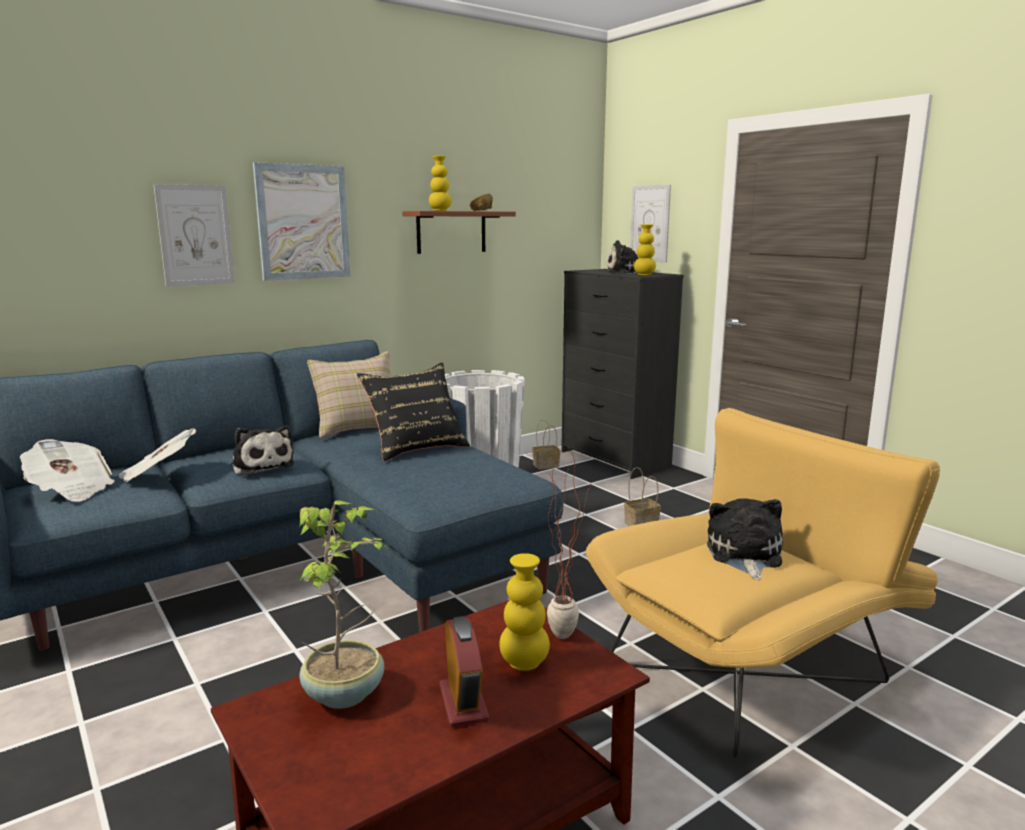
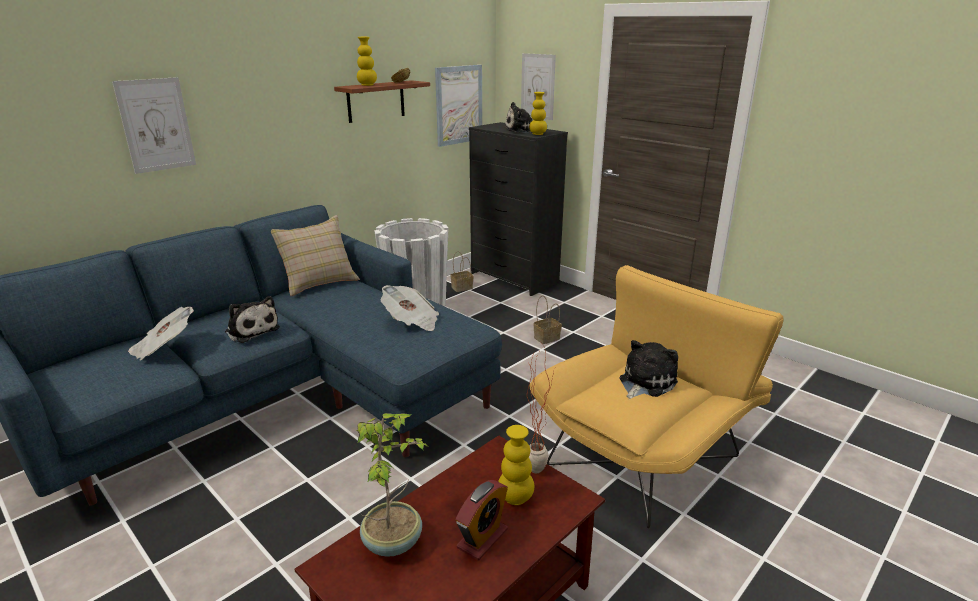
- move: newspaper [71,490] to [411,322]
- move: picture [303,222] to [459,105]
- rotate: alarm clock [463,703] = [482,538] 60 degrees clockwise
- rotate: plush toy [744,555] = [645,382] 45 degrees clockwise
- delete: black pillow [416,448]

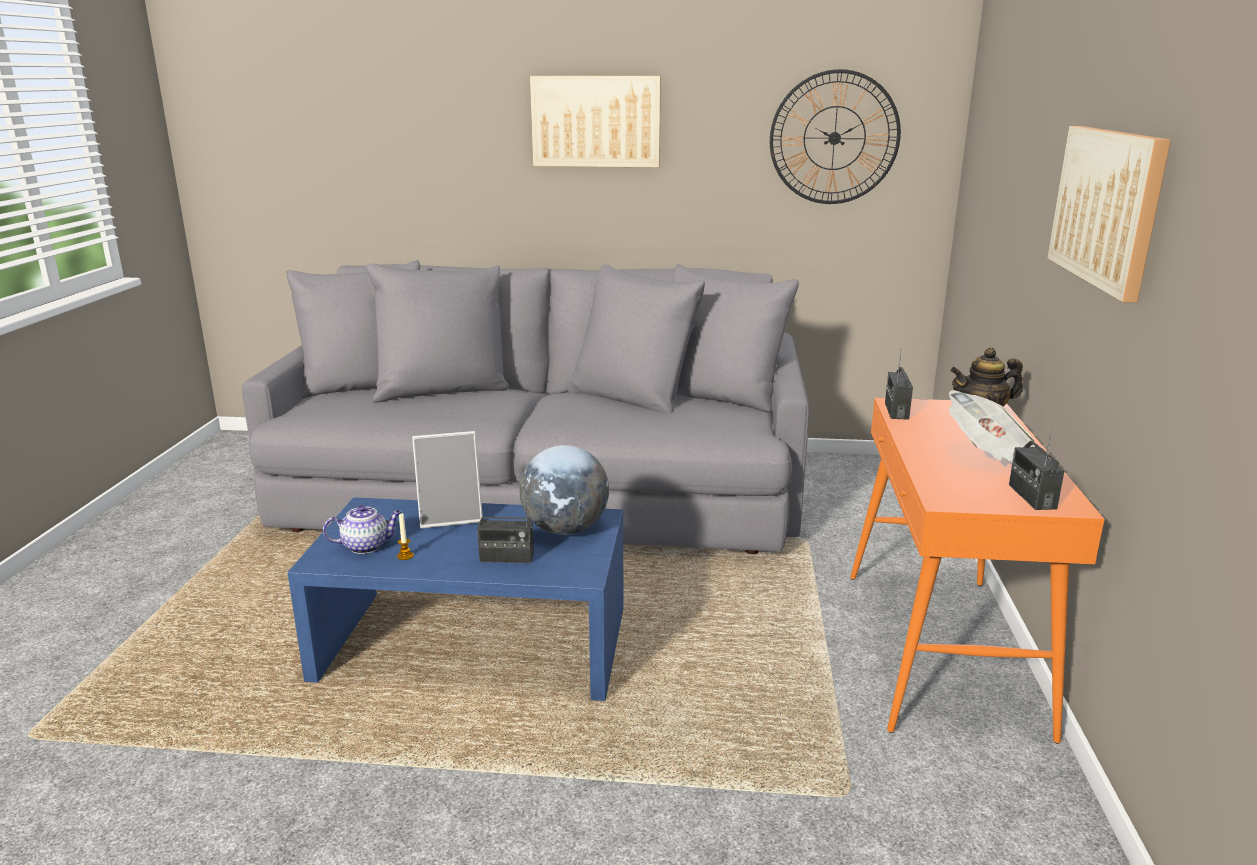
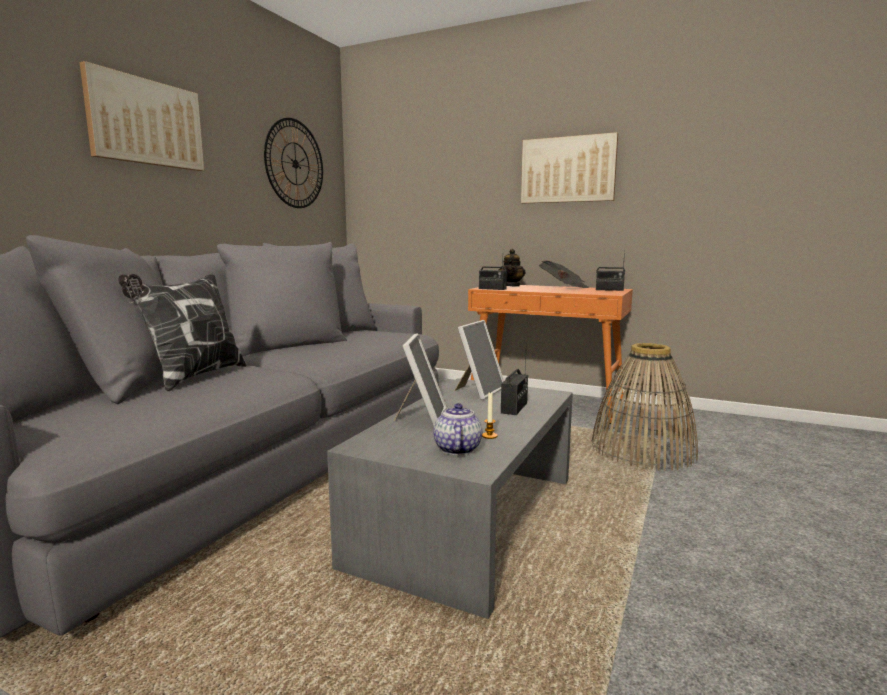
- insert: pillow [194,377]
- recolor: blue coffee table [474,643] to grey coffee table [467,519]
- replace: globe [565,529] to picture frame [479,391]
- insert: basket [643,449]

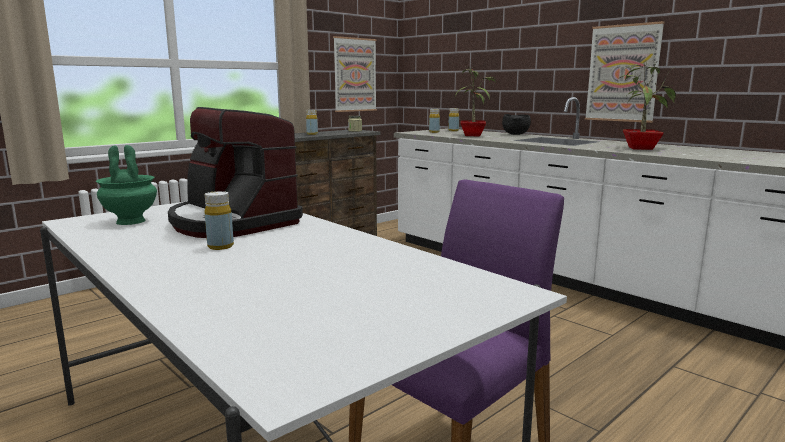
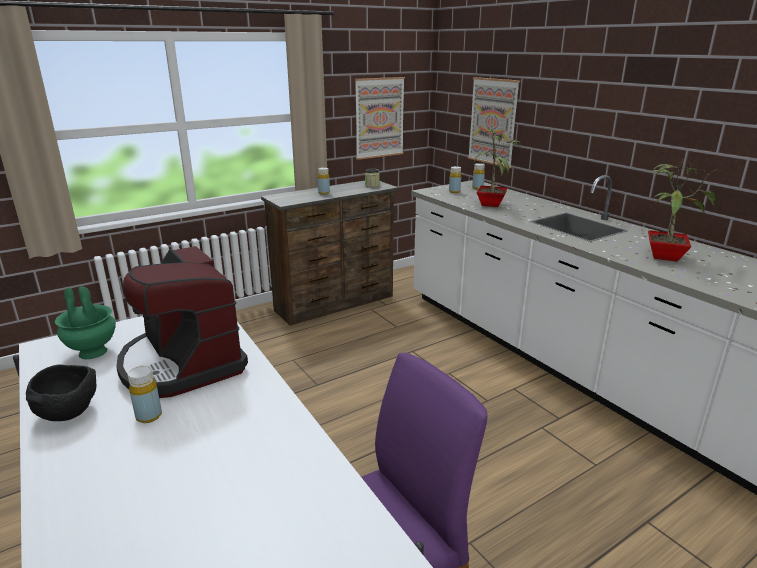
- move: black bowl [515,134] to [69,412]
- move: picture [623,73] to [493,122]

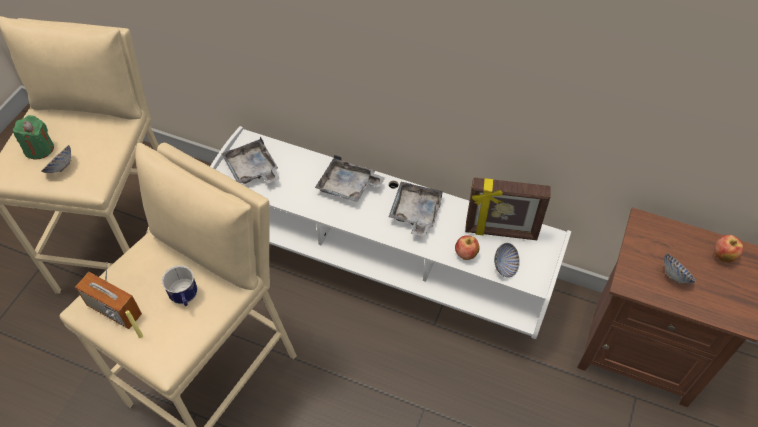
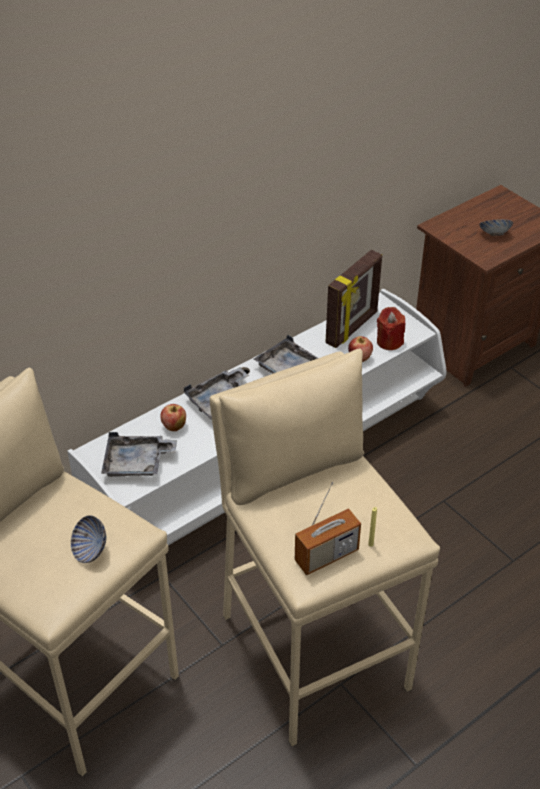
- move: apple [723,256] to [174,427]
- replace: bowl [505,267] to red candle [389,341]
- delete: green candle [39,149]
- delete: mug [185,298]

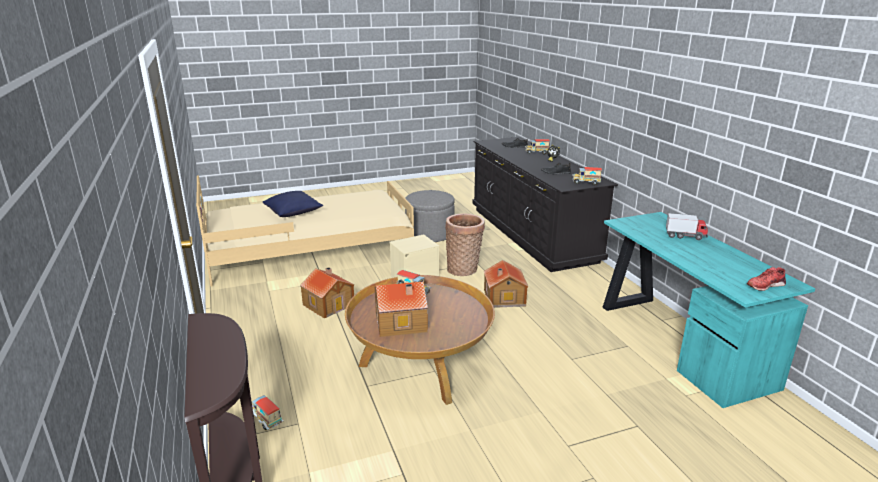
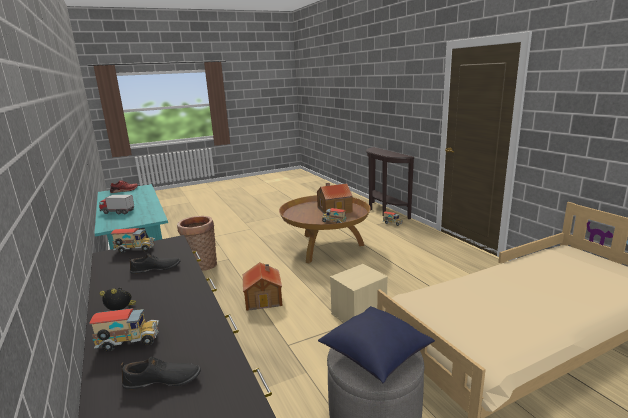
- move: basket [464,269] to [201,265]
- move: blue pillow [293,213] to [375,355]
- delete: toy house [329,304]

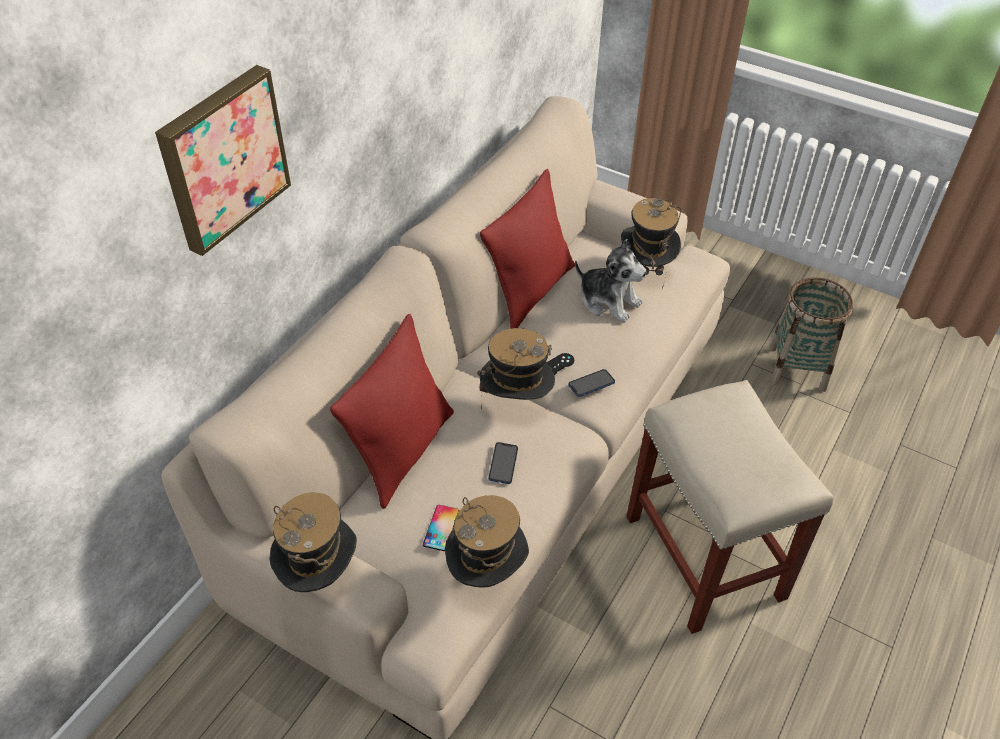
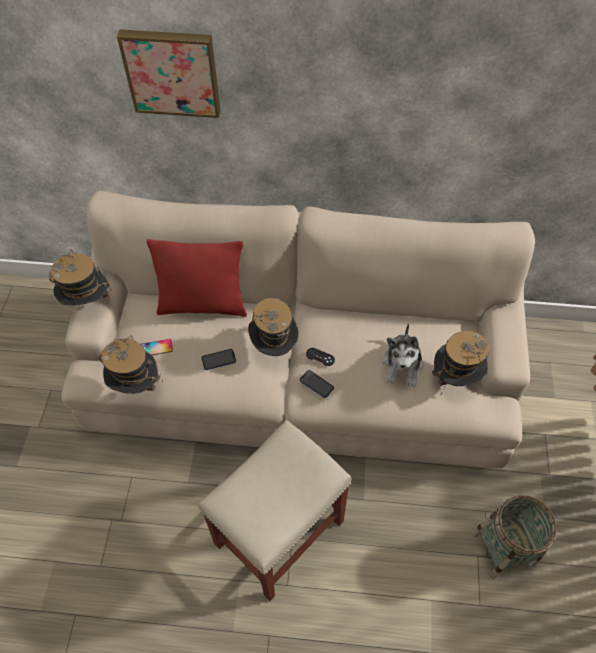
- delete: red pillow [530,292]

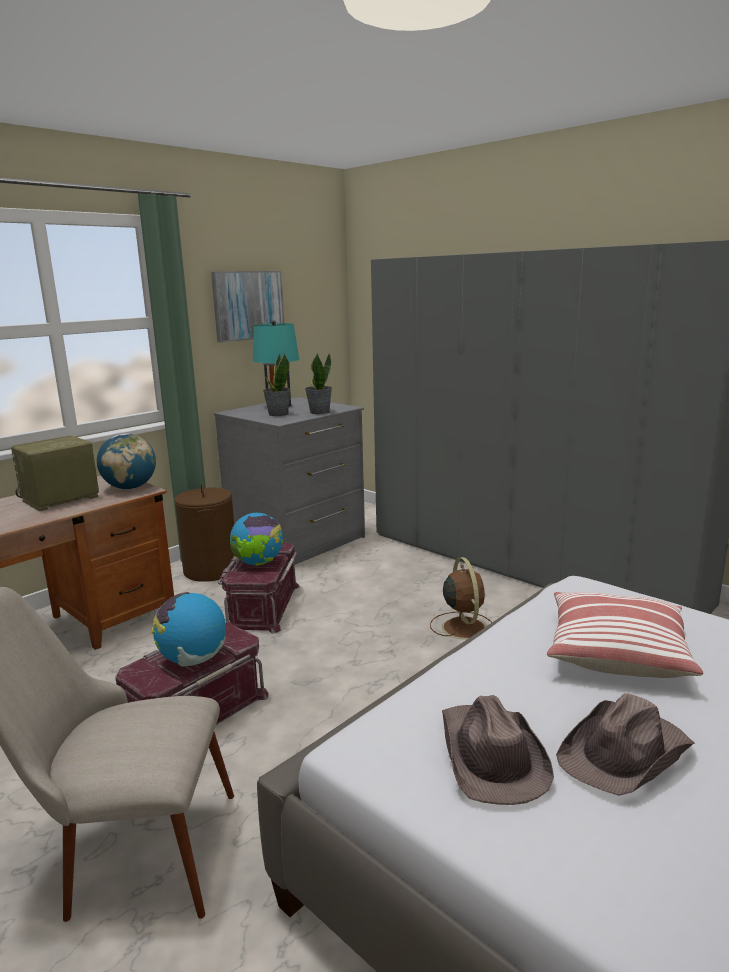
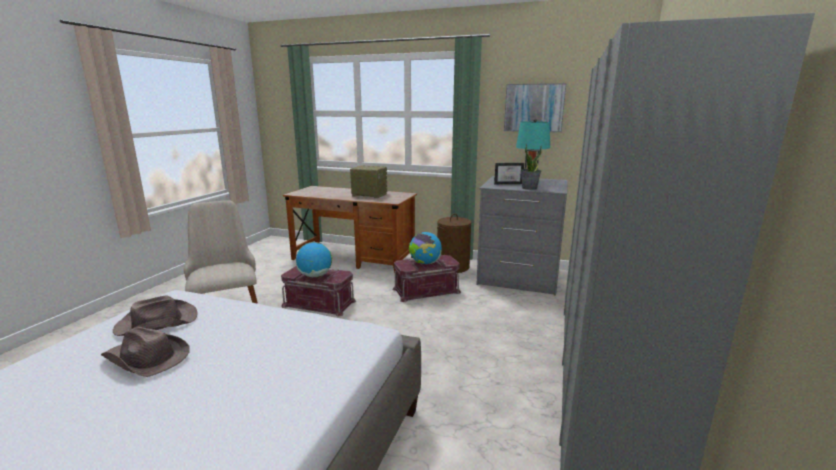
- replace: potted plant [278,414] to picture frame [508,183]
- delete: globe [130,488]
- delete: brown fan [463,627]
- delete: pillow [616,652]

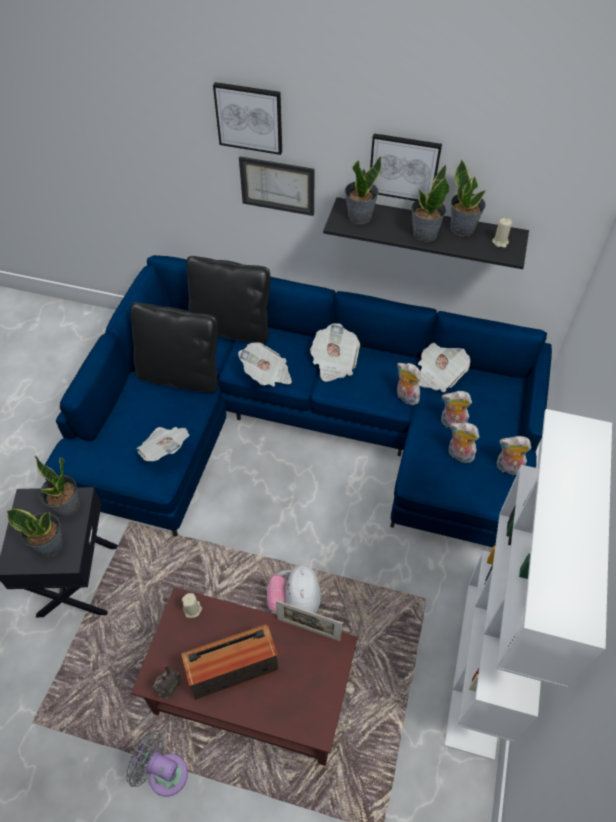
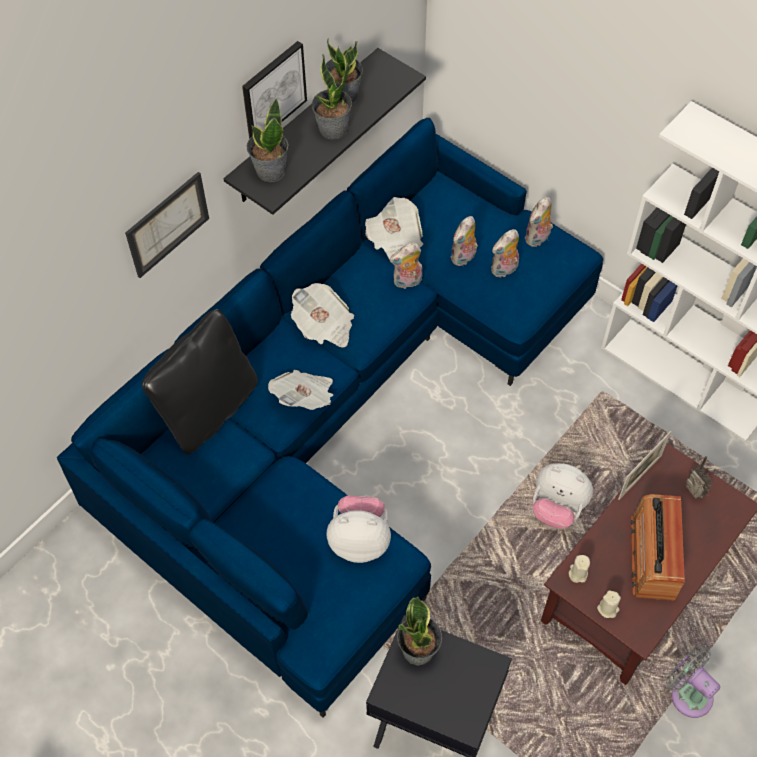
- replace: newspaper [165,450] to plush toy [360,540]
- move: beige candle [500,242] to [608,609]
- rotate: grey fan [164,772] = [688,693] 90 degrees clockwise
- move: radio [169,689] to [692,494]
- delete: potted plant [50,544]
- delete: black pillow [180,375]
- delete: picture [249,117]

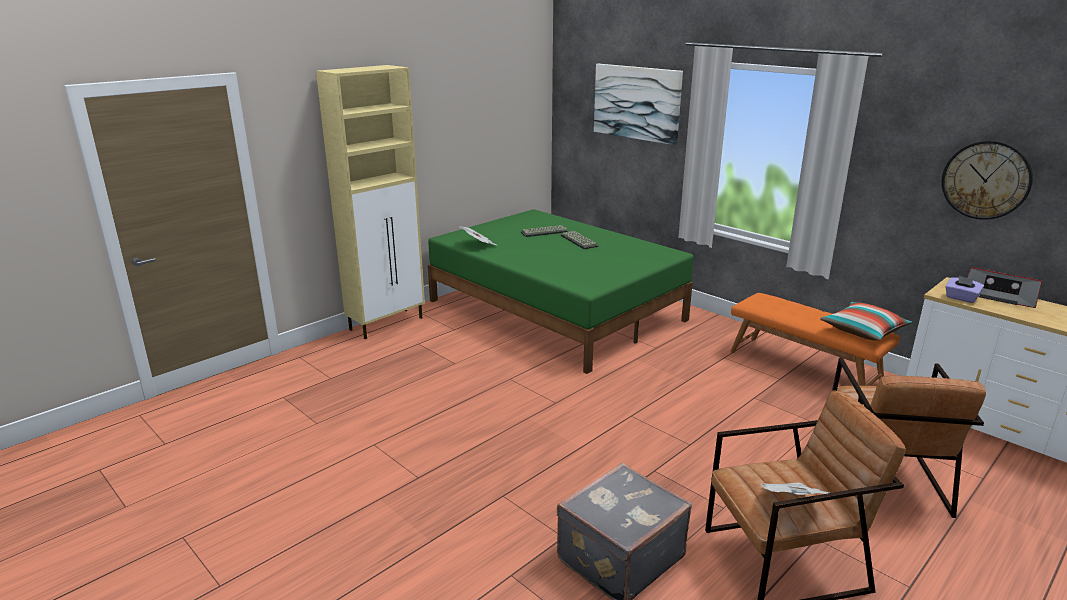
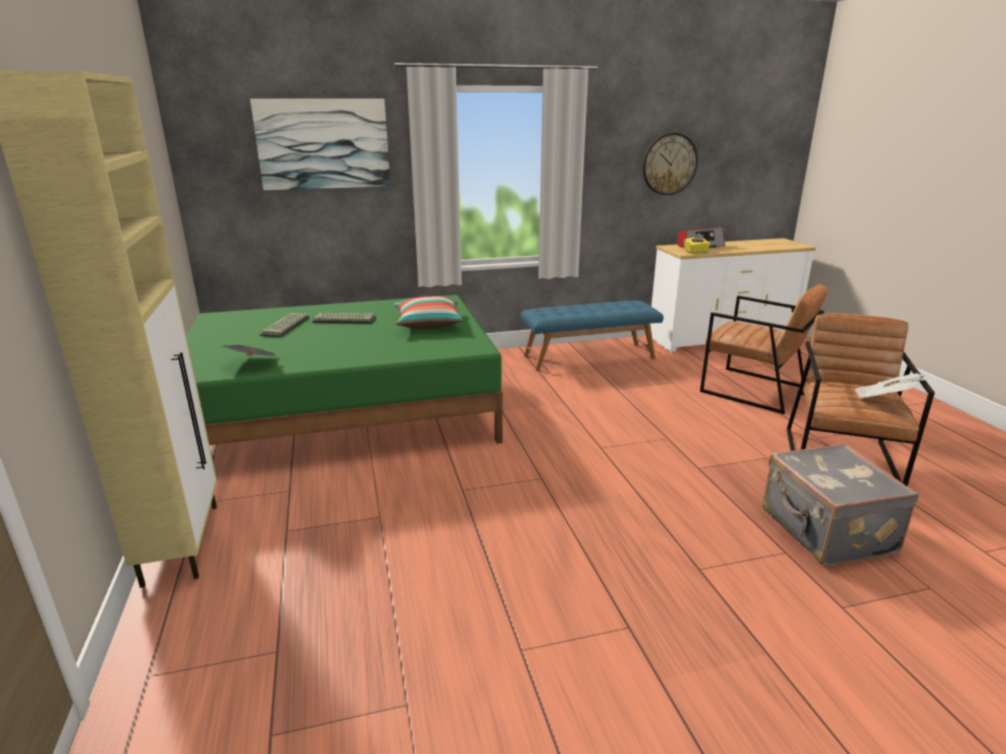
- move: pillow [863,331] to [428,323]
- recolor: orange bench [804,367] to blue bench [589,356]
- recolor: purple tissue box [961,298] to yellow tissue box [696,252]

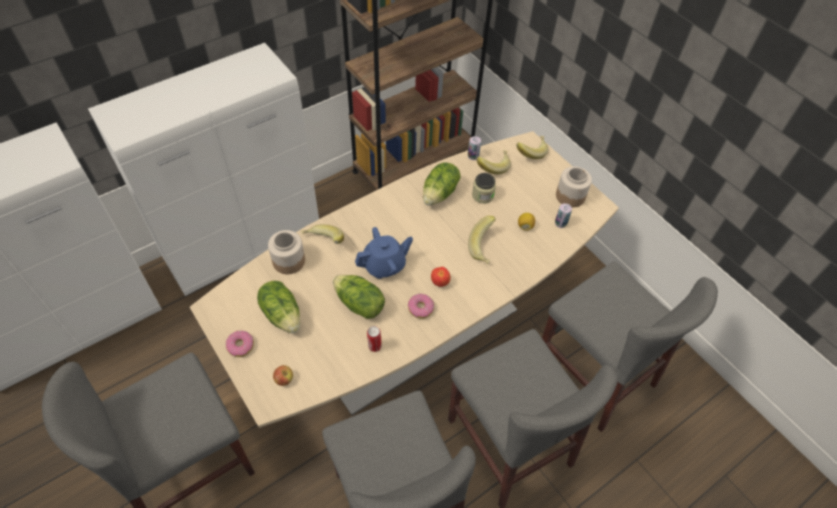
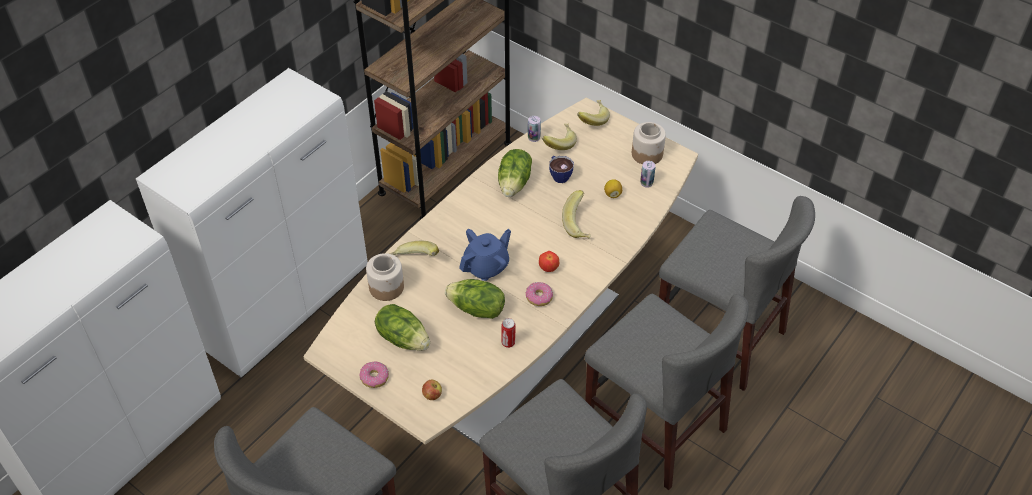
- replace: jar [482,195] to cup [559,175]

